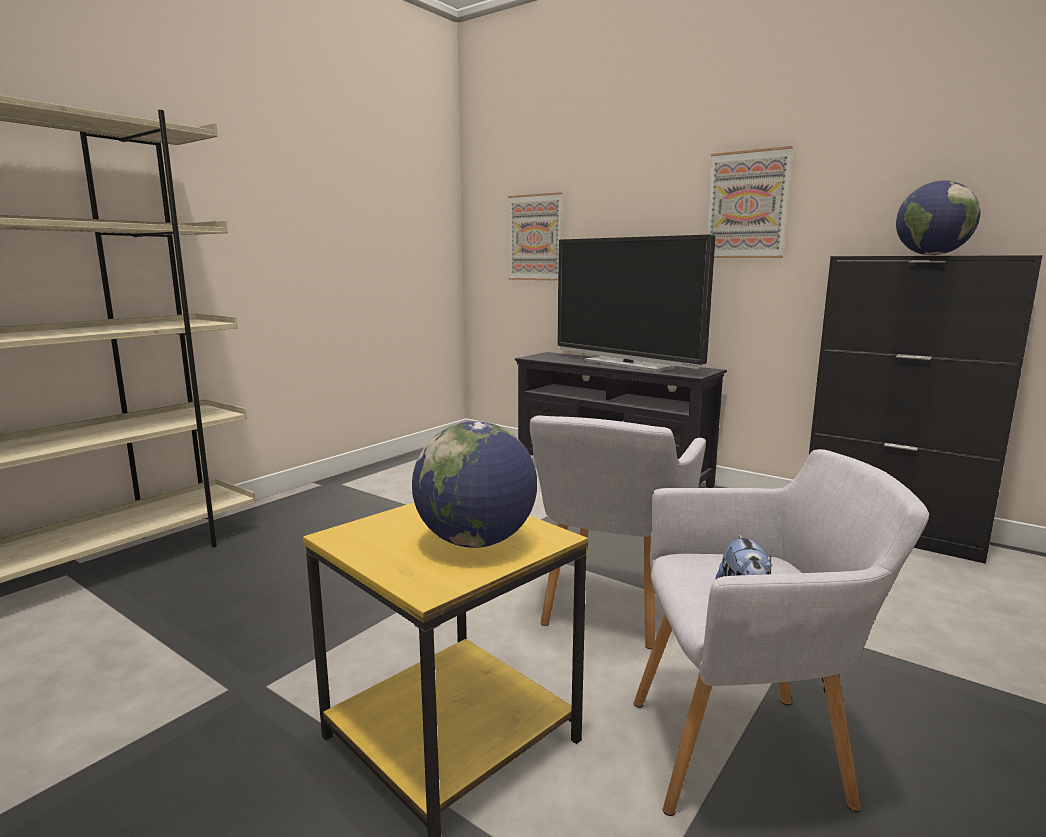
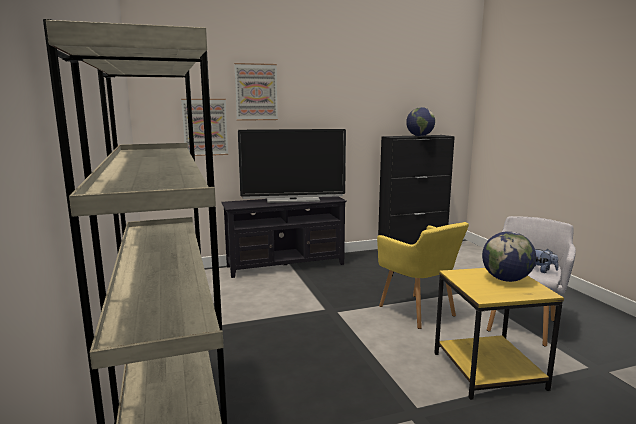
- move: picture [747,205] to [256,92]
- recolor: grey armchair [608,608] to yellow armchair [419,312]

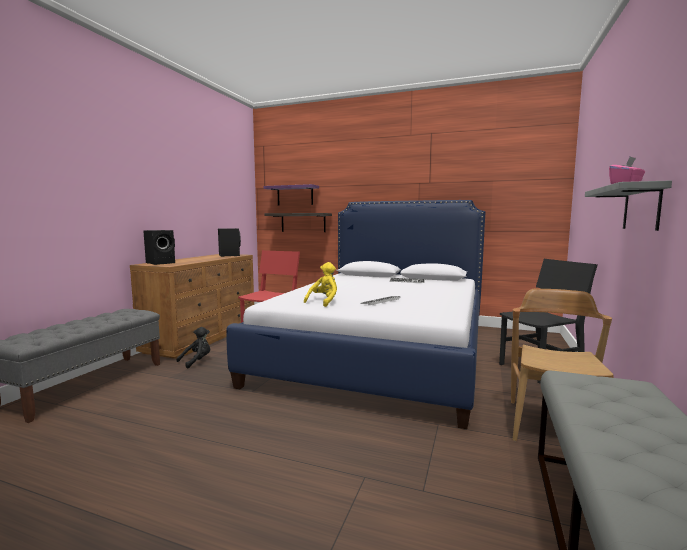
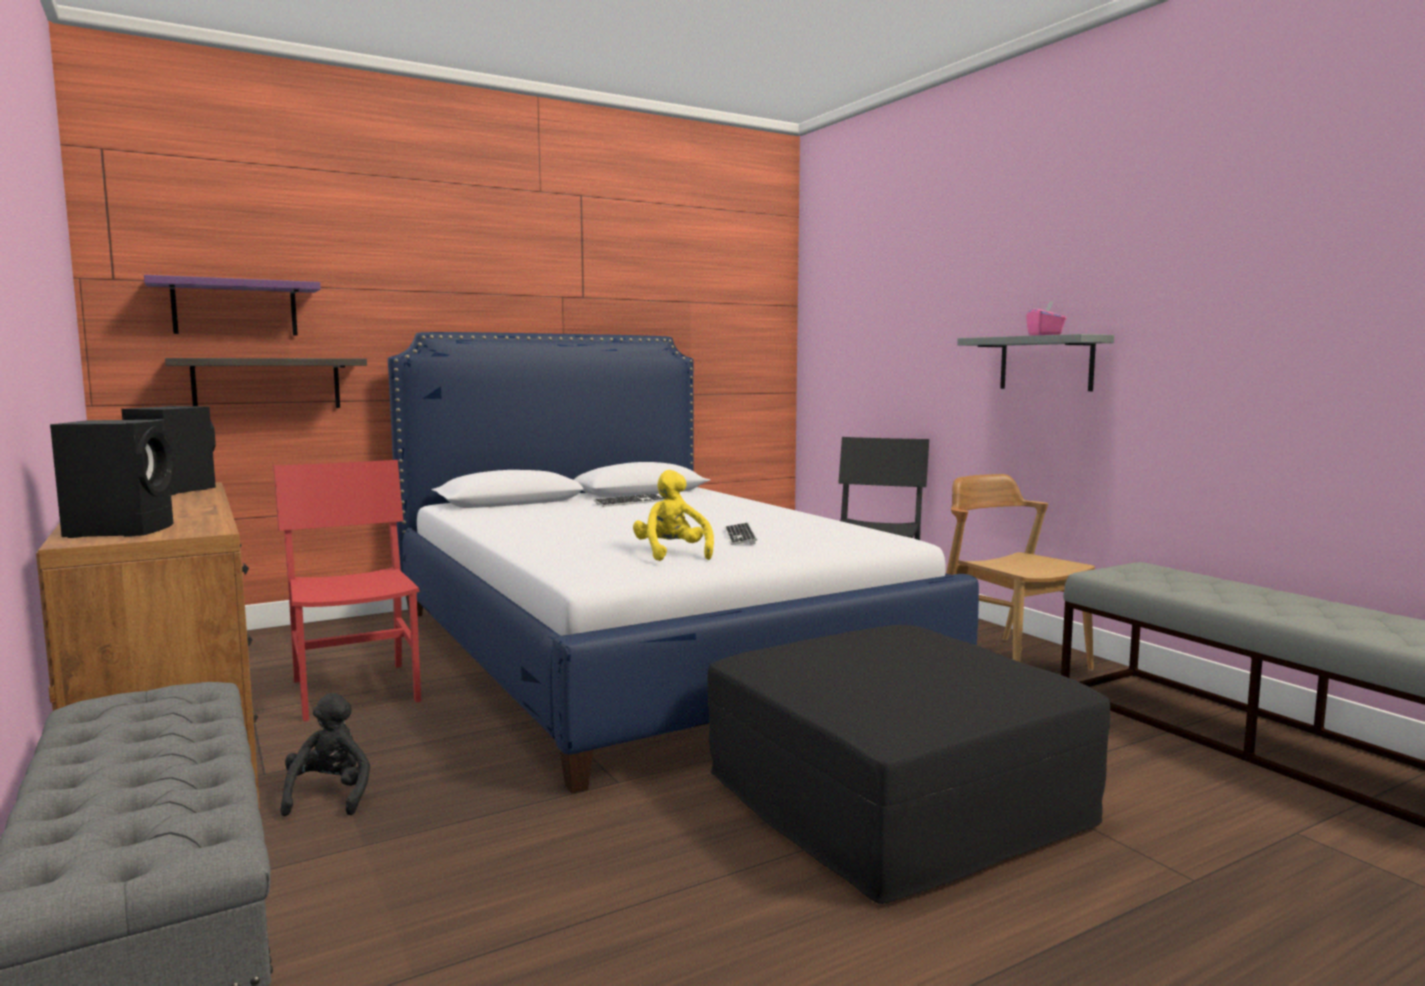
- insert: black ottoman [893,799]

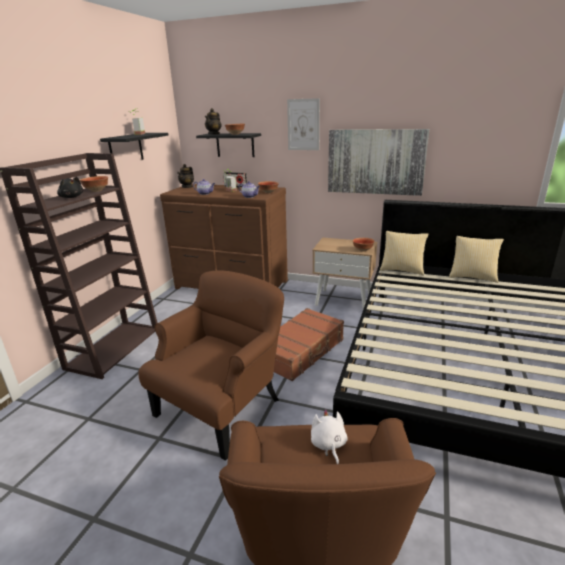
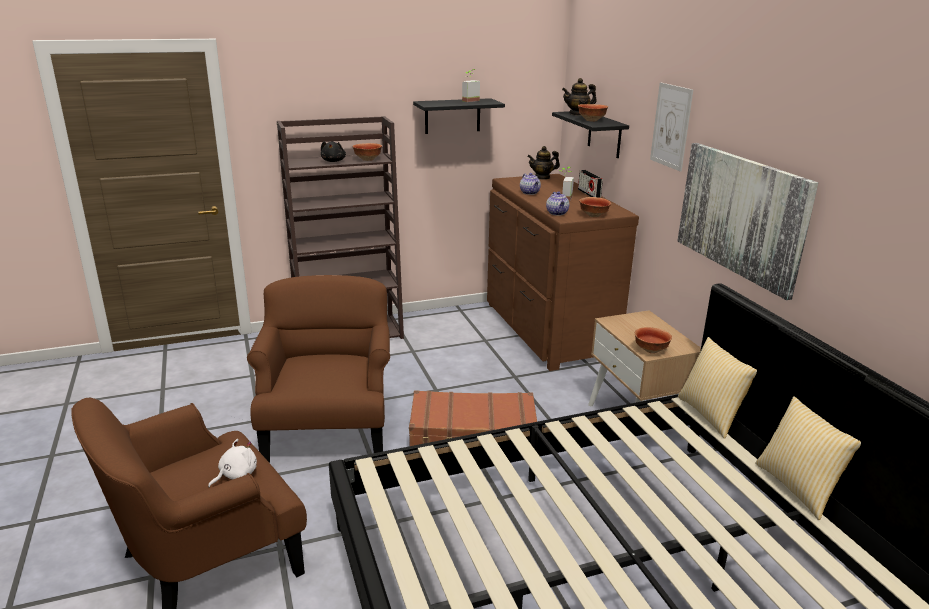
- rotate: brown armchair [222,406] = [328,431] 90 degrees counterclockwise

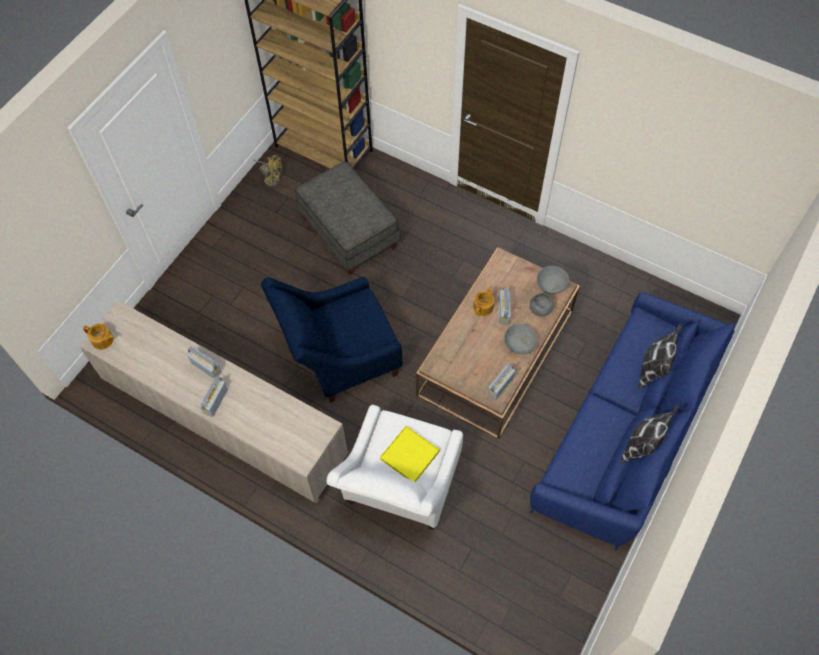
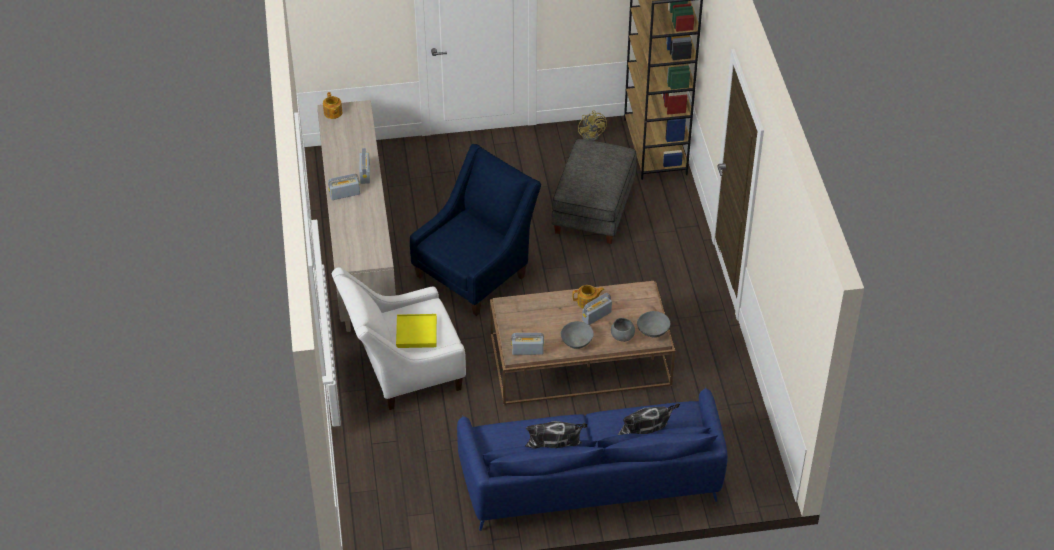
- rotate: blue armchair [339,358] = [476,272] 105 degrees clockwise

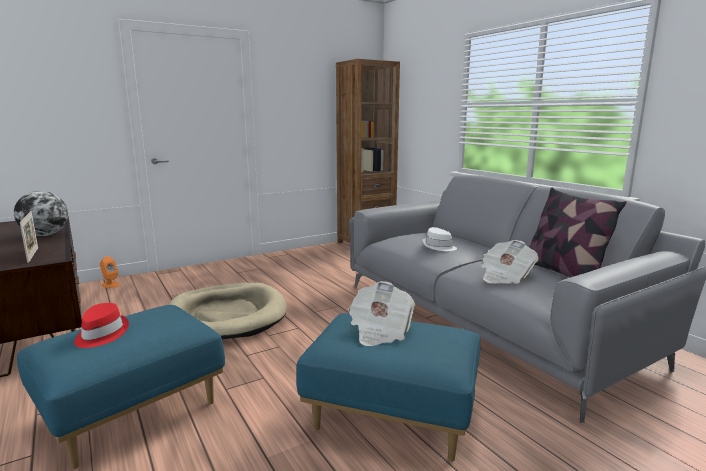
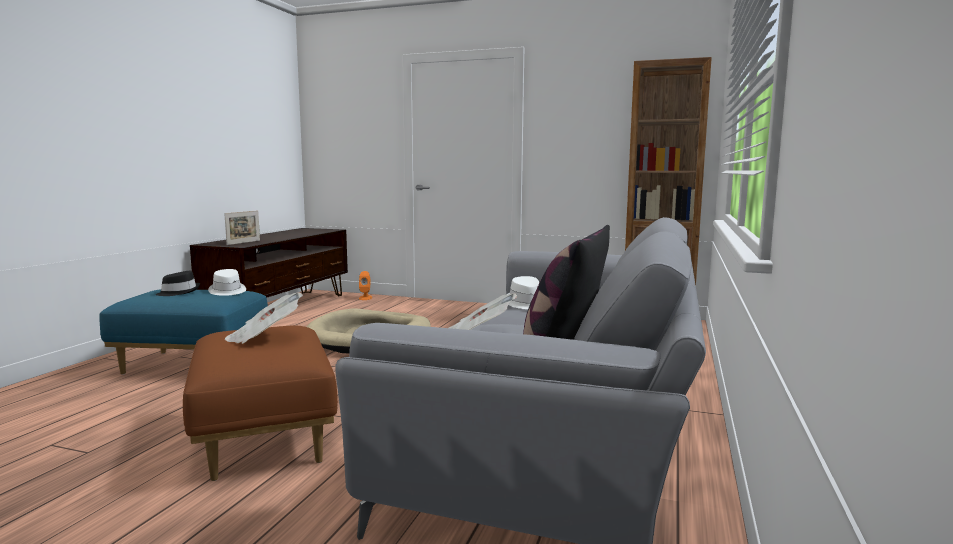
- recolor: red hat [101,334] to black hat [179,292]
- recolor: blue ottoman [390,418] to brown ottoman [263,438]
- insert: white hat [227,291]
- delete: globe [45,235]

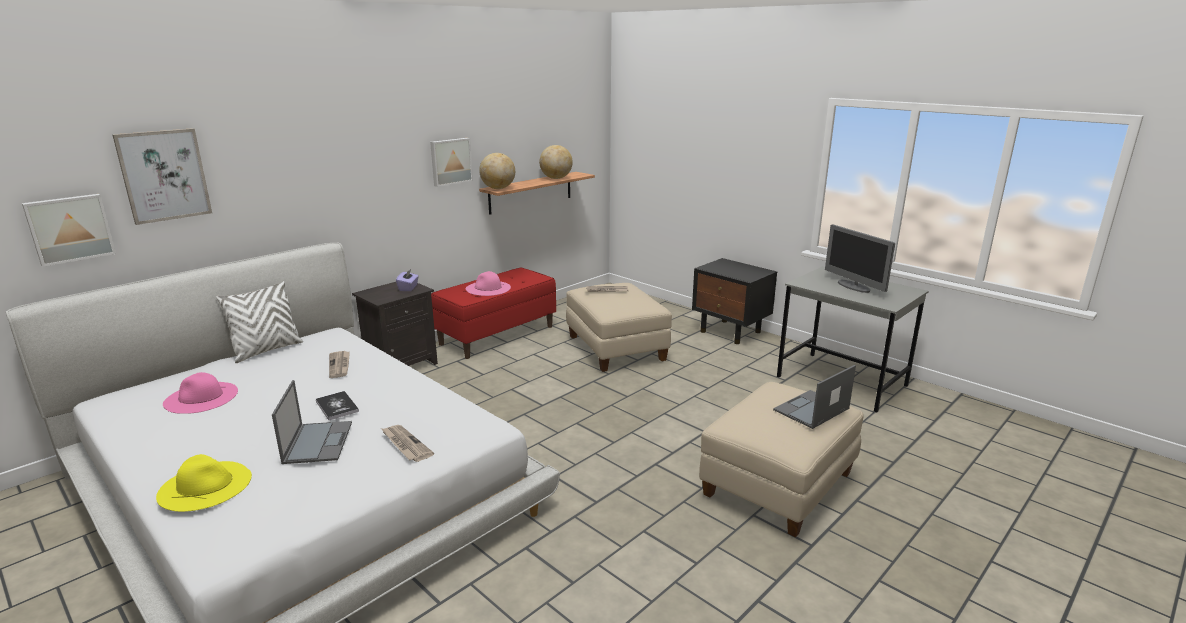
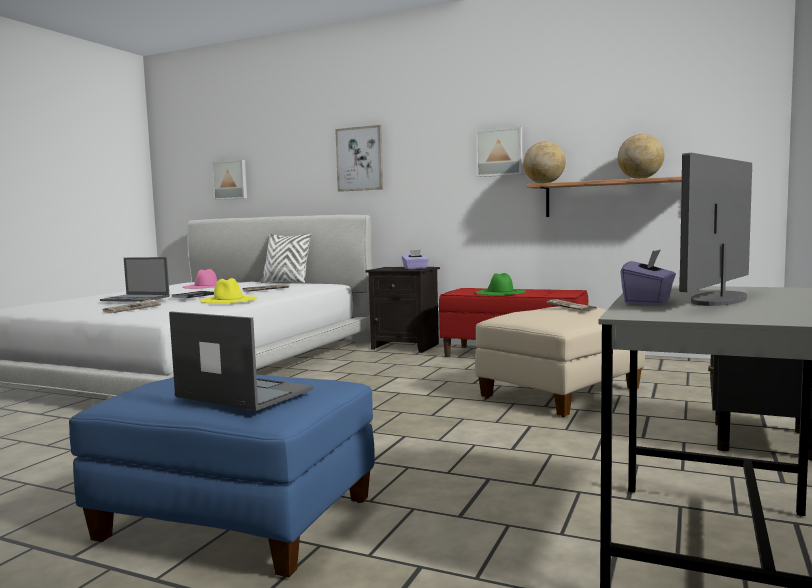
- recolor: beige ottoman [778,485] to blue ottoman [236,521]
- rotate: laptop [318,442] = [136,298] 45 degrees clockwise
- move: yellow hat [205,485] to [228,299]
- move: picture [164,175] to [360,159]
- recolor: pink hat [488,288] to green hat [500,292]
- insert: purple tissue box [648,301]

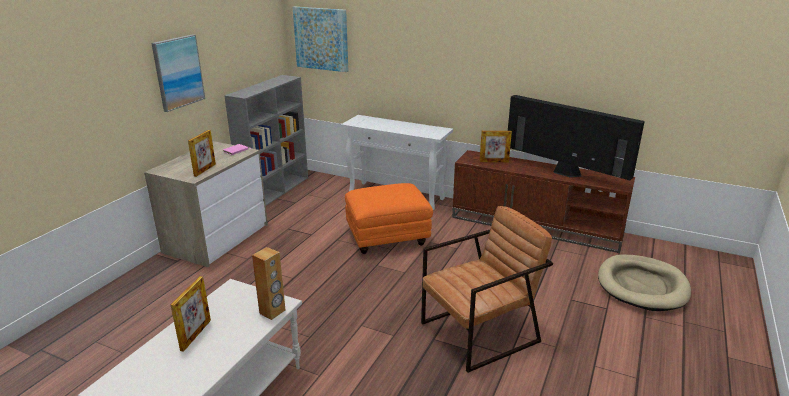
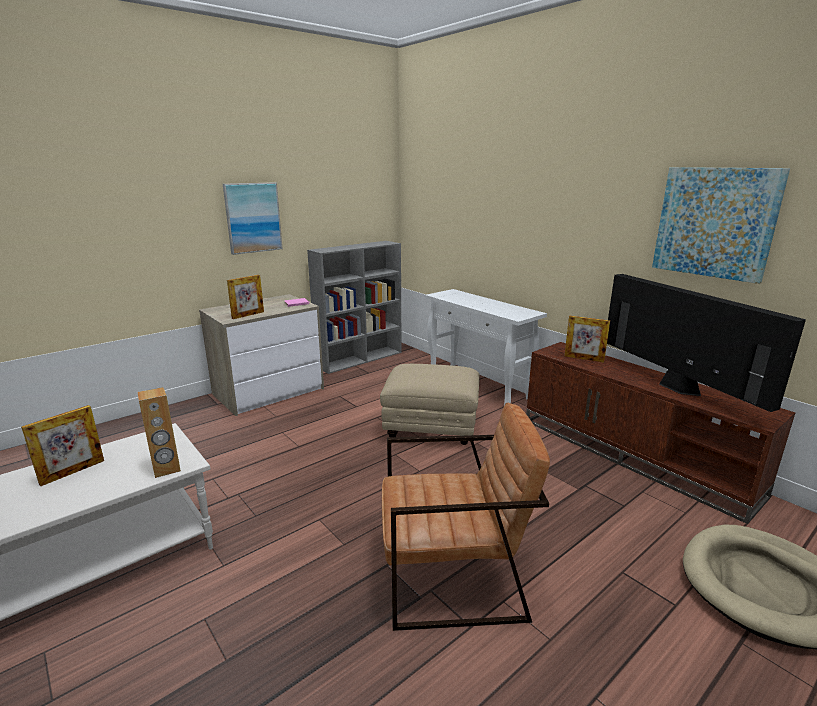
- recolor: orange ottoman [388,238] to beige ottoman [432,428]
- move: picture [321,39] to [715,222]

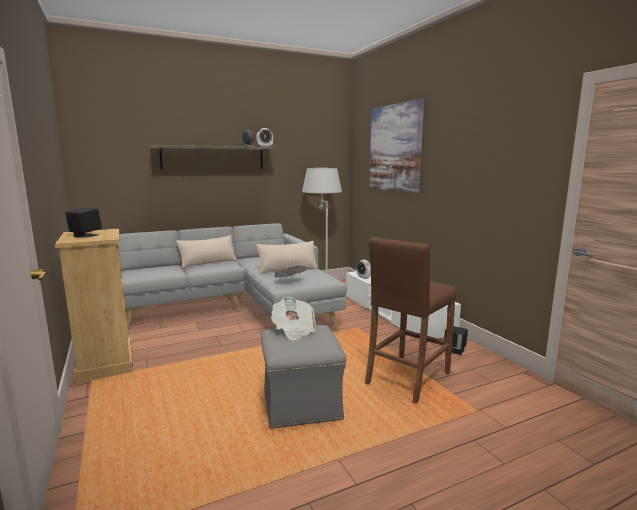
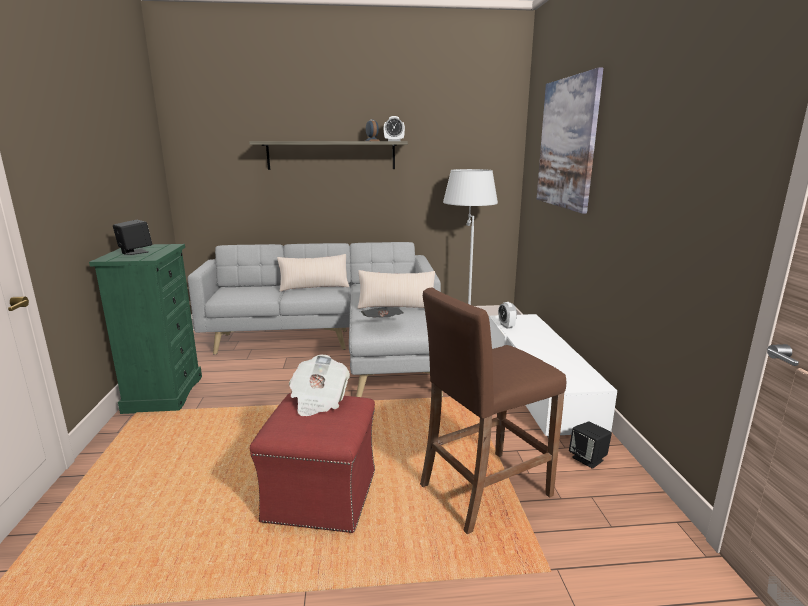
- recolor: beige dresser [105,363] to green dresser [164,393]
- recolor: grey ottoman [301,403] to red ottoman [321,494]

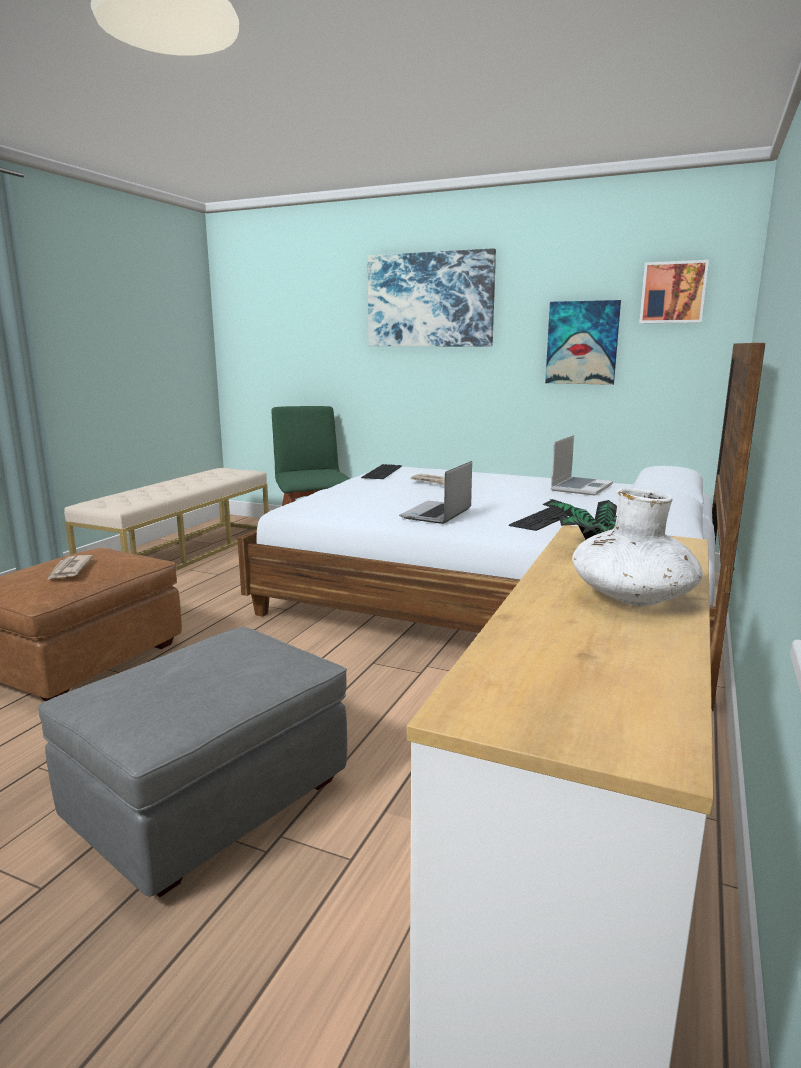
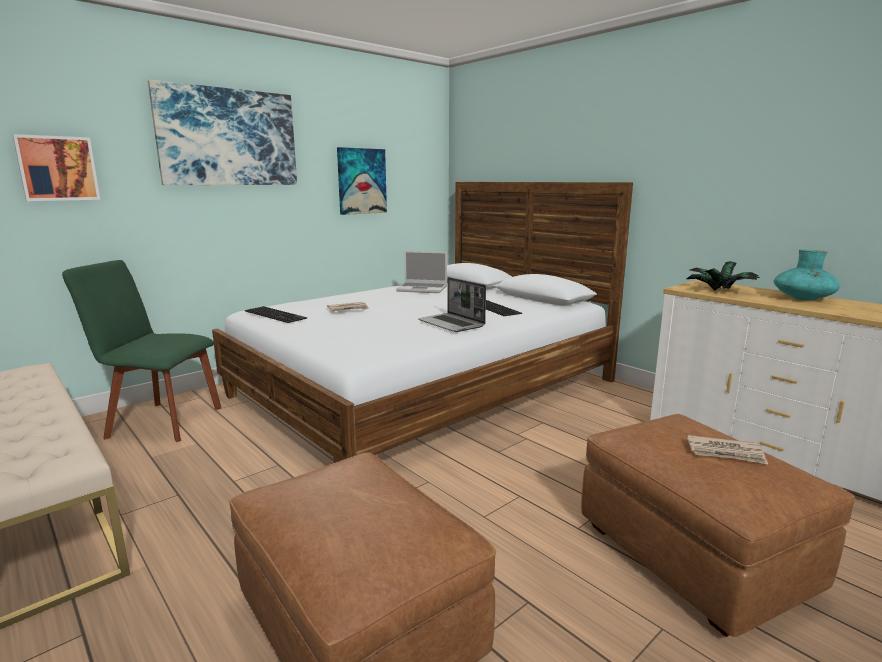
- move: picture [673,292] to [57,168]
- rotate: laptop [580,487] = [423,289] 135 degrees clockwise
- recolor: grey ottoman [210,801] to brown ottoman [693,556]
- move: newspaper [69,570] to [725,452]
- recolor: white vase [632,597] to turquoise vase [803,298]

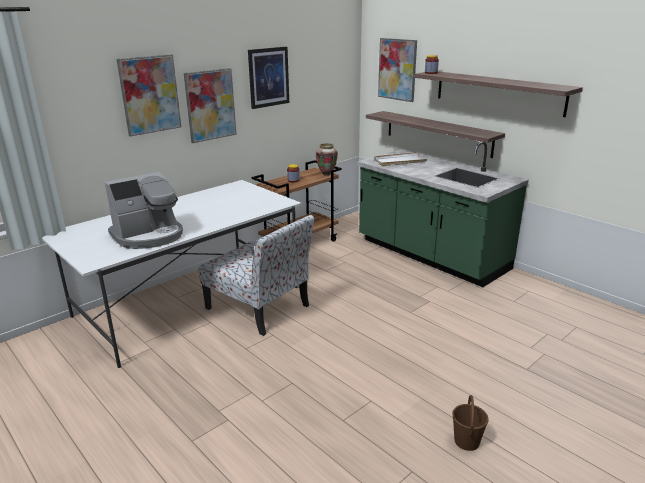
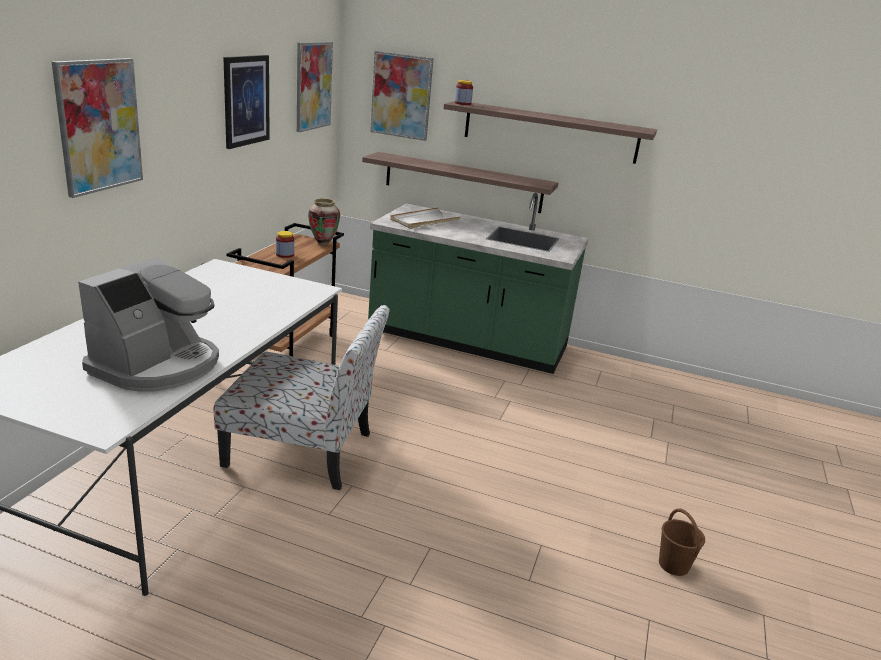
- move: picture [210,105] to [313,86]

